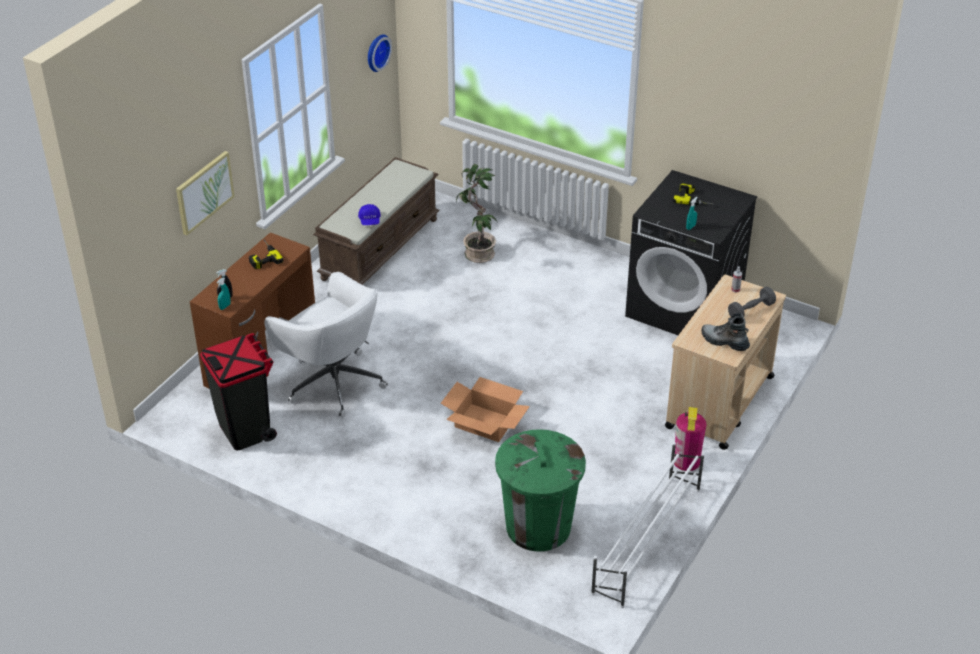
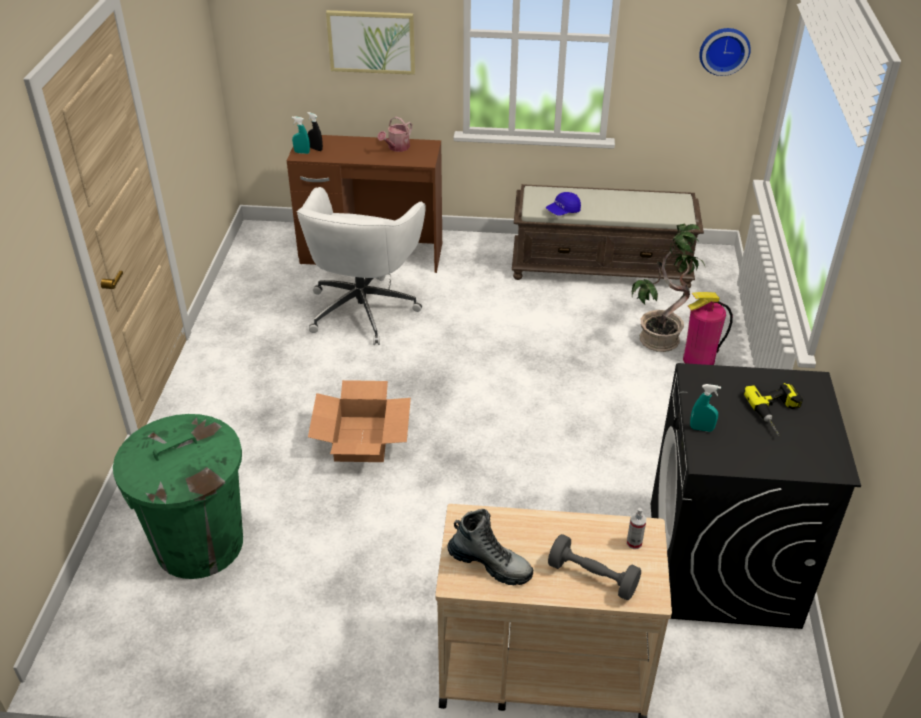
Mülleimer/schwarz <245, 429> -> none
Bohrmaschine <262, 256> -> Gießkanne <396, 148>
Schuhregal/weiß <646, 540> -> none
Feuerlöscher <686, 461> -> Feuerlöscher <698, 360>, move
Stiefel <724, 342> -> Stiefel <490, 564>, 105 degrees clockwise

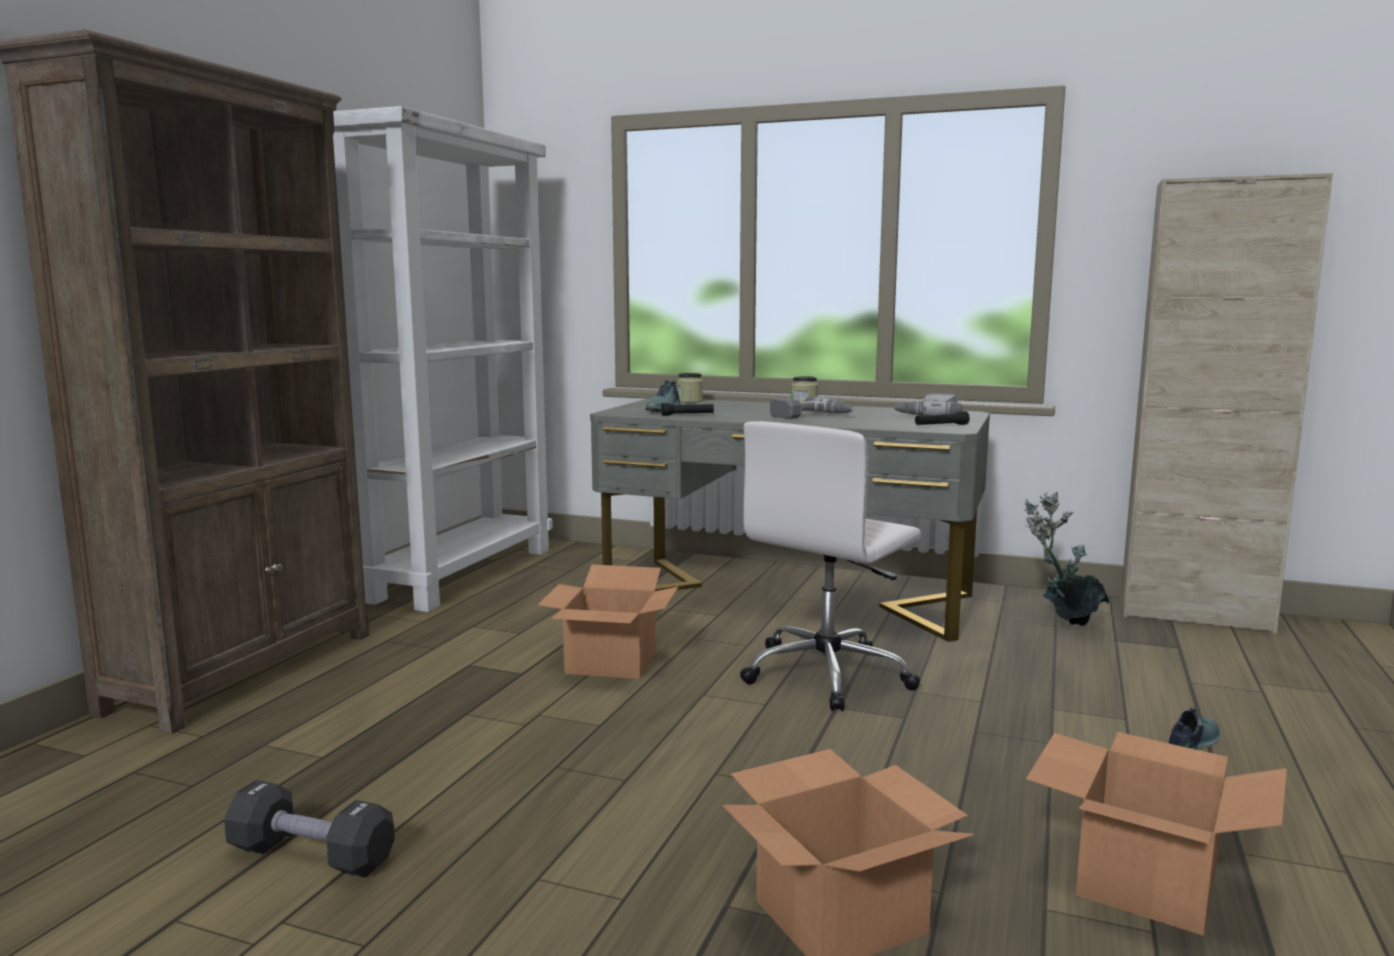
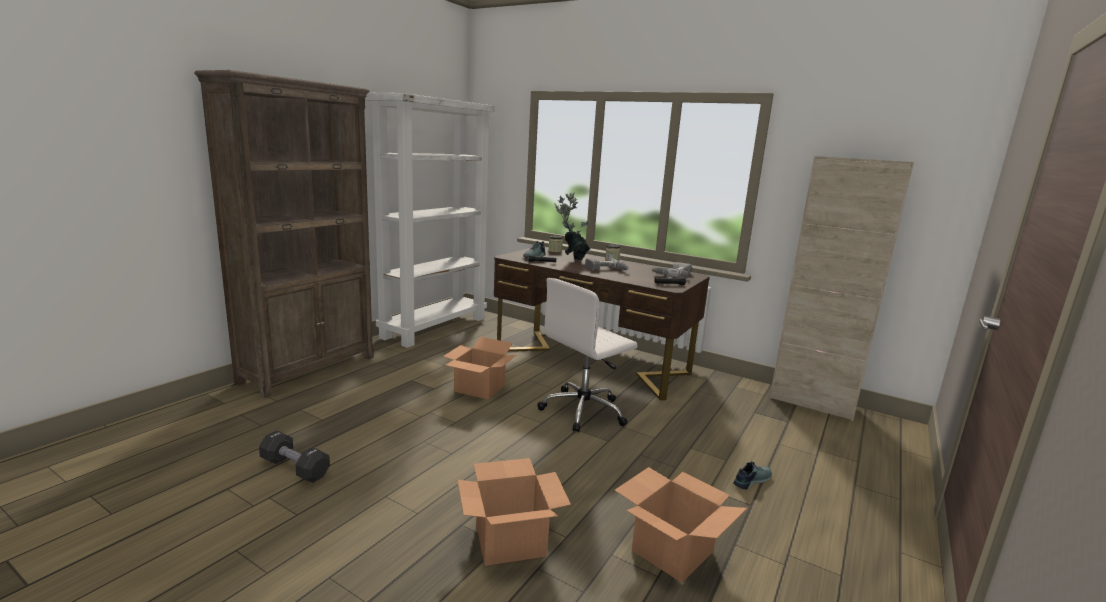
Schreibtisch/grau <787, 597> -> Schreibtisch/braun <590, 362>
Topfpflanze <1063, 625> -> Topfpflanze <572, 260>, move

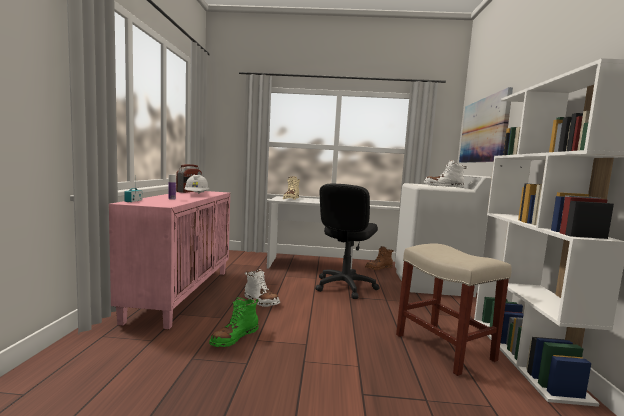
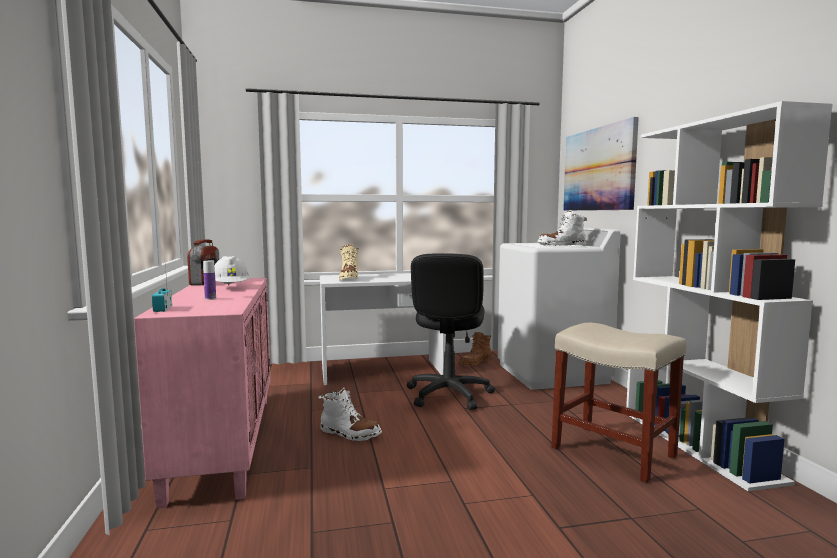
Stiefel/grün <234, 337> -> none

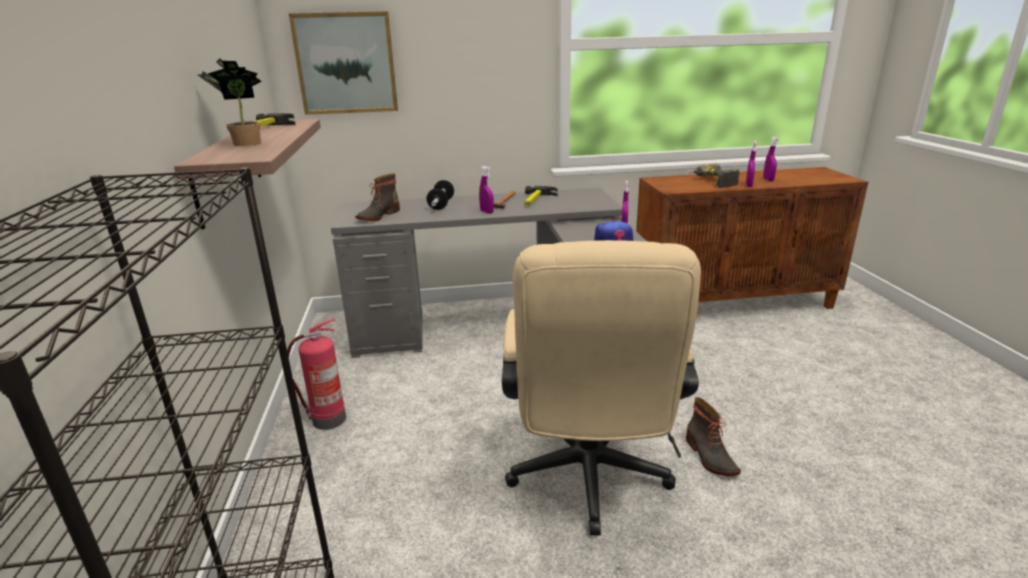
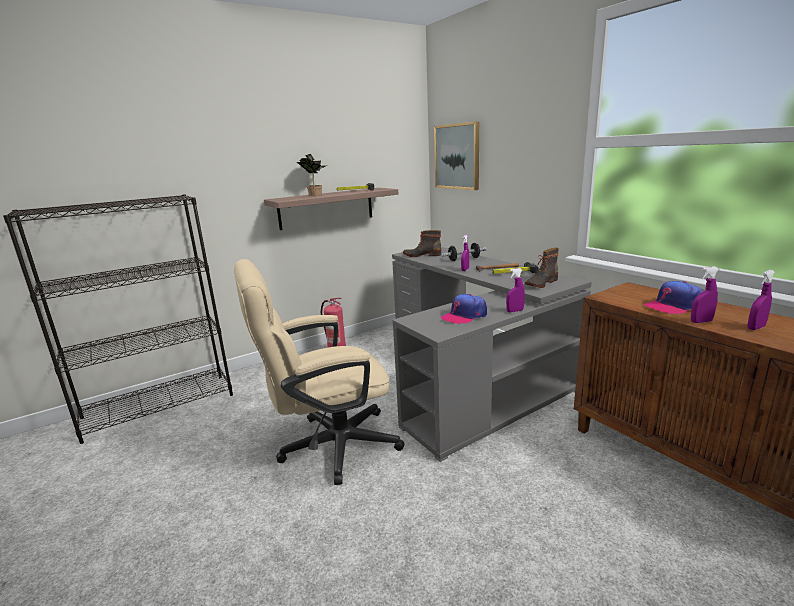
Stiefel <709, 457> -> Stiefel <540, 283>, move
Bohrmaschine <711, 182> -> Kappe <674, 306>

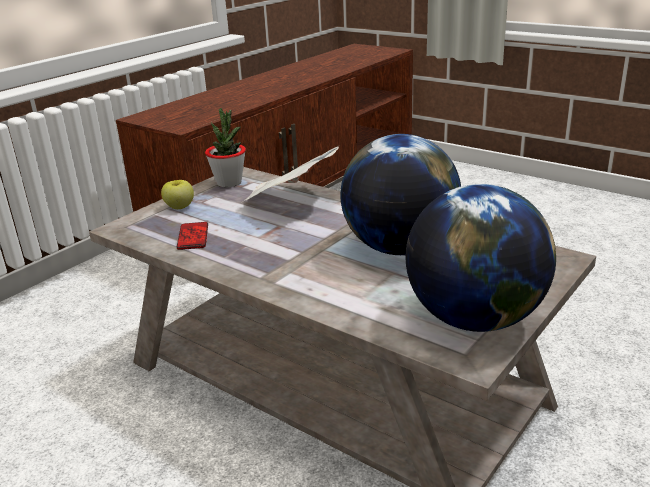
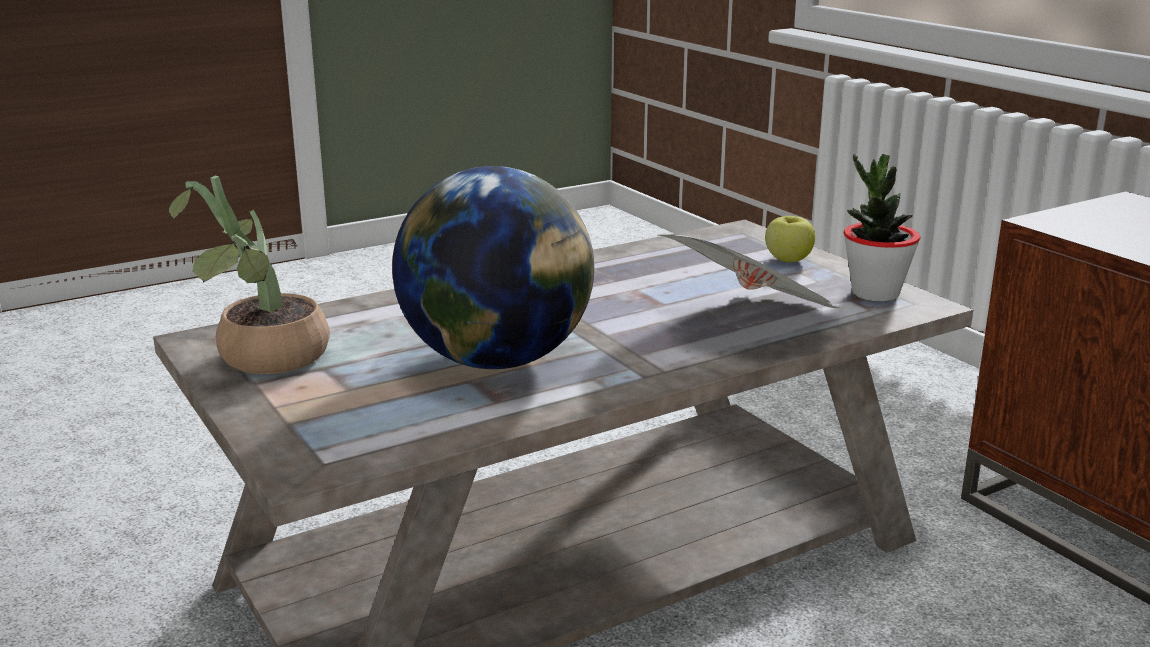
Handy <193, 237> -> none
Globus <475, 319> -> Topfpflanze <262, 360>

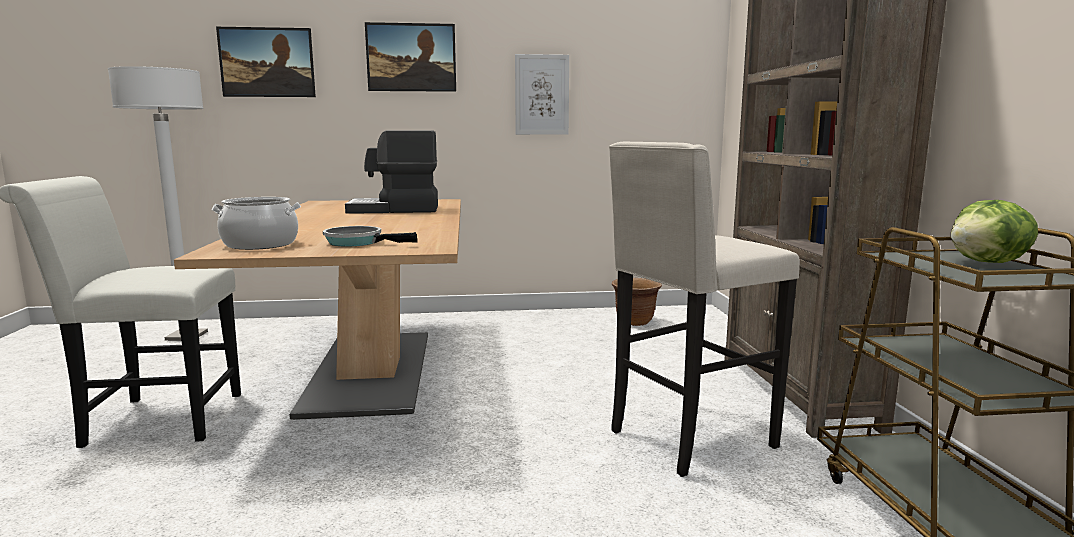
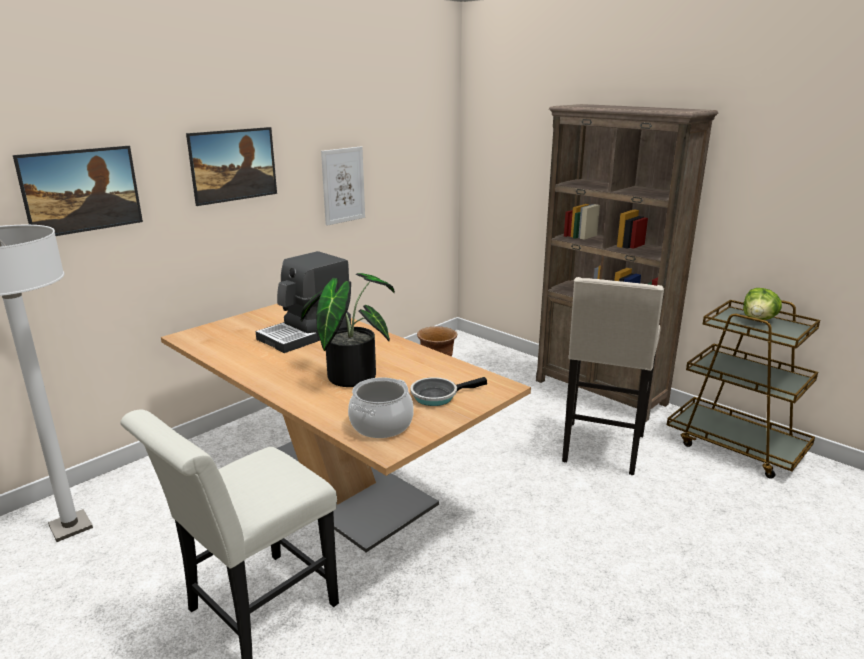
none -> Topfpflanze <350, 374>

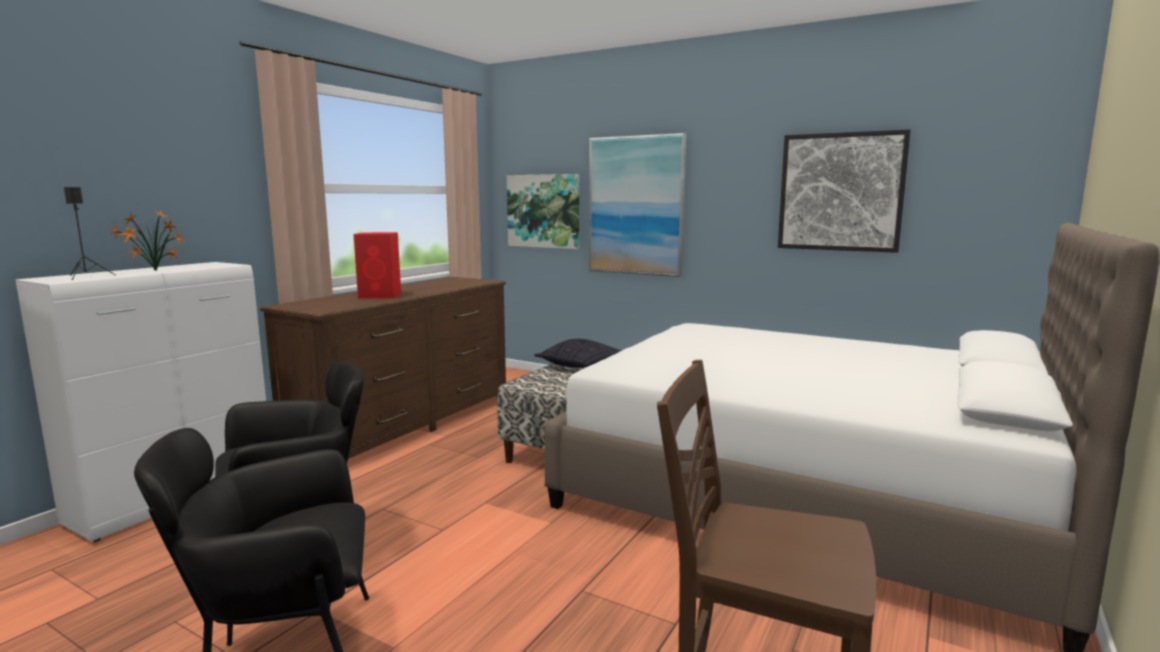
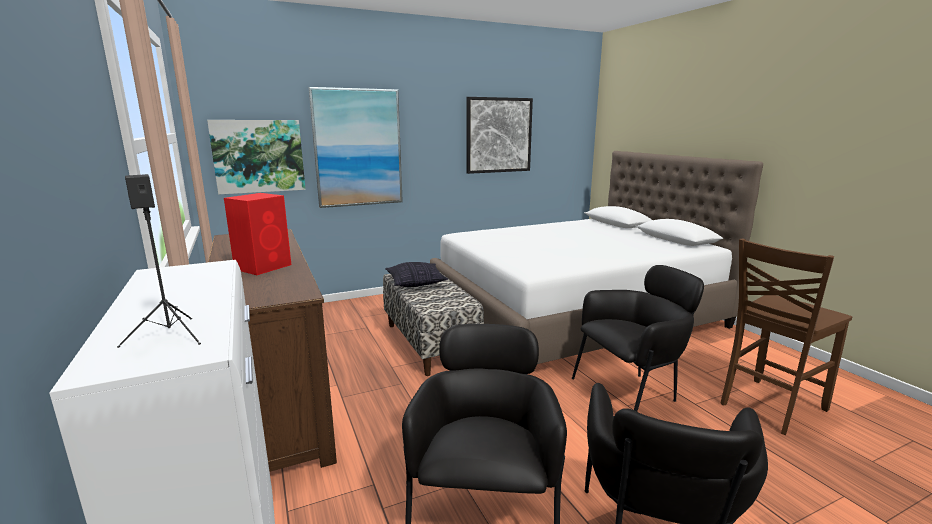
Topfpflanze <154, 271> -> none
none -> Sessel/schwarz <631, 394>

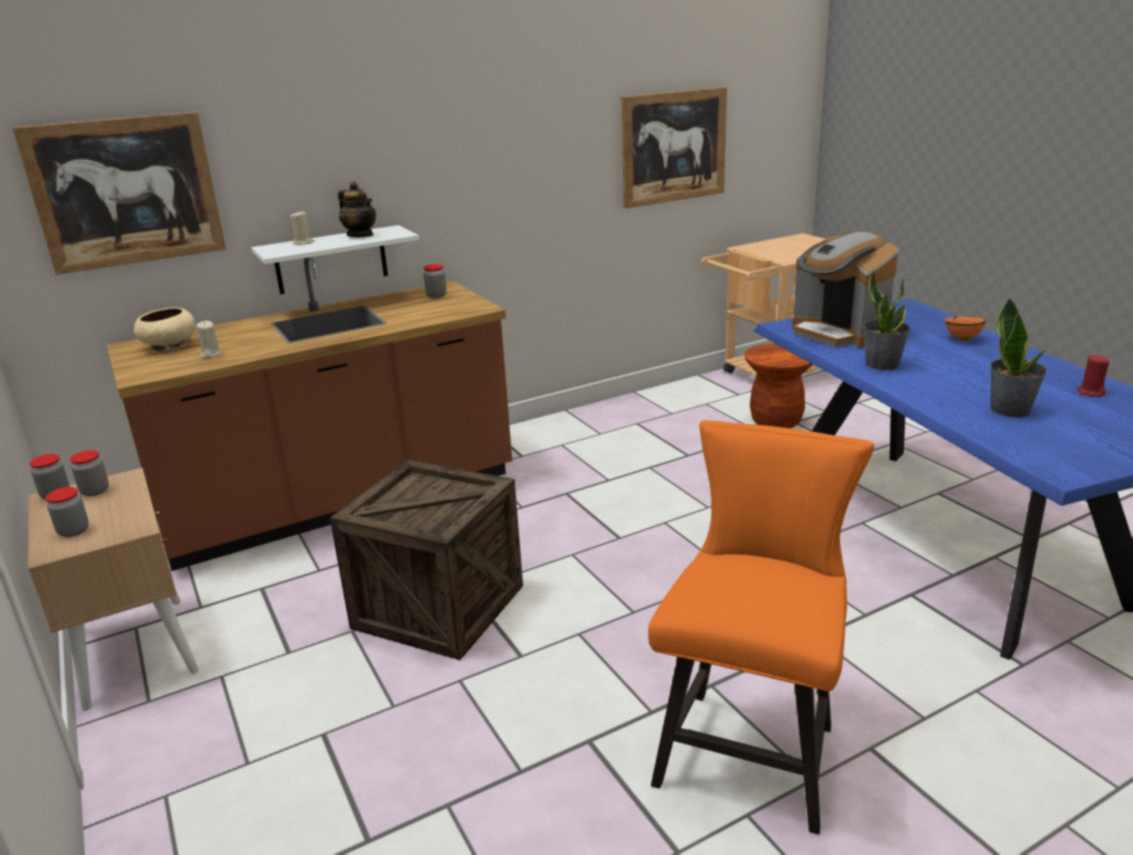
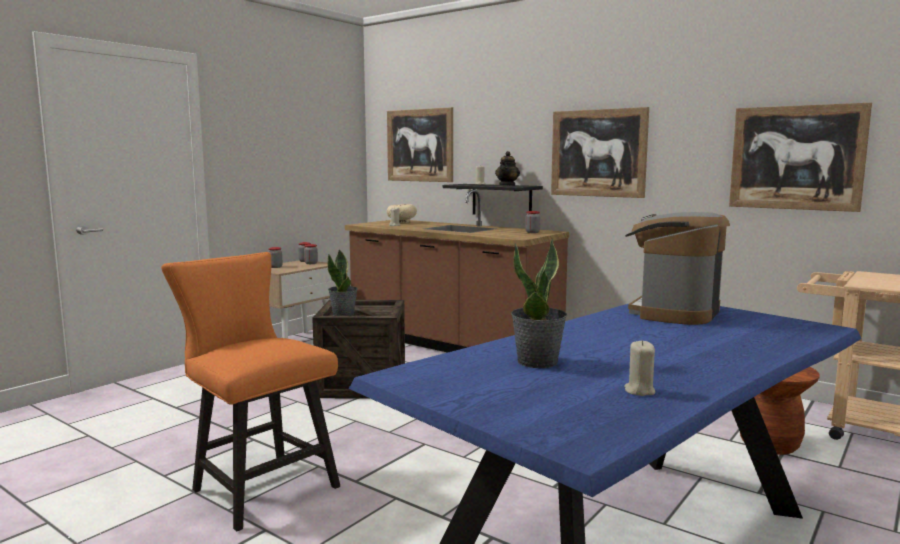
Wandregal/weiß <331, 260> -> Wandregal/schwarz <501, 200>
Stuhl/orange <751, 746> -> Stuhl/orange <258, 486>, 135 degrees counterclockwise
Topfpflanze <882, 364> -> Topfpflanze <343, 314>, move
Schüssel/orange <962, 339> -> none
Kerze/rot <1090, 392> -> Kerze/beige <639, 391>
none -> Bild <598, 153>

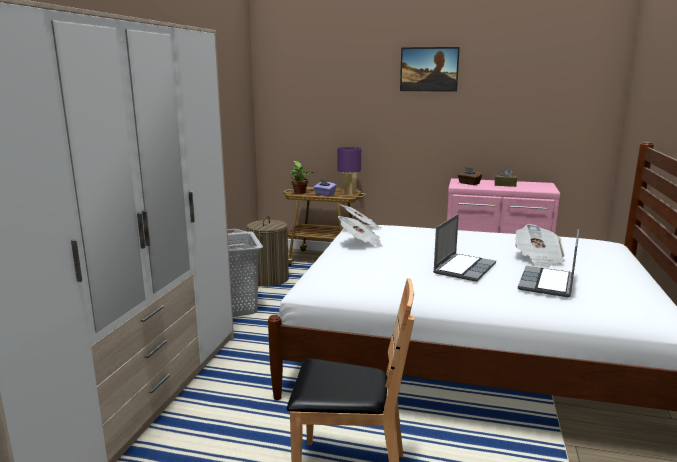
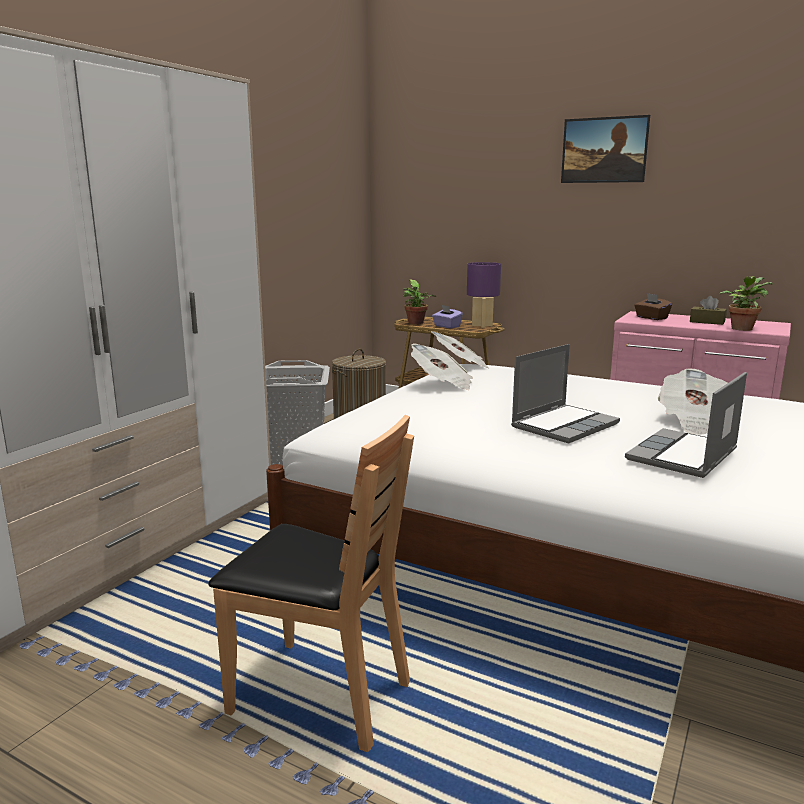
none -> Topfpflanze <742, 328>

